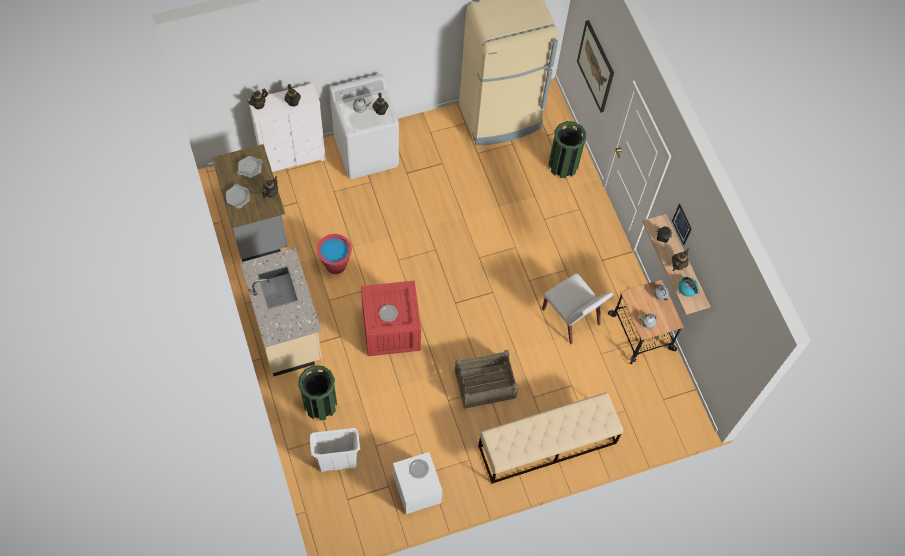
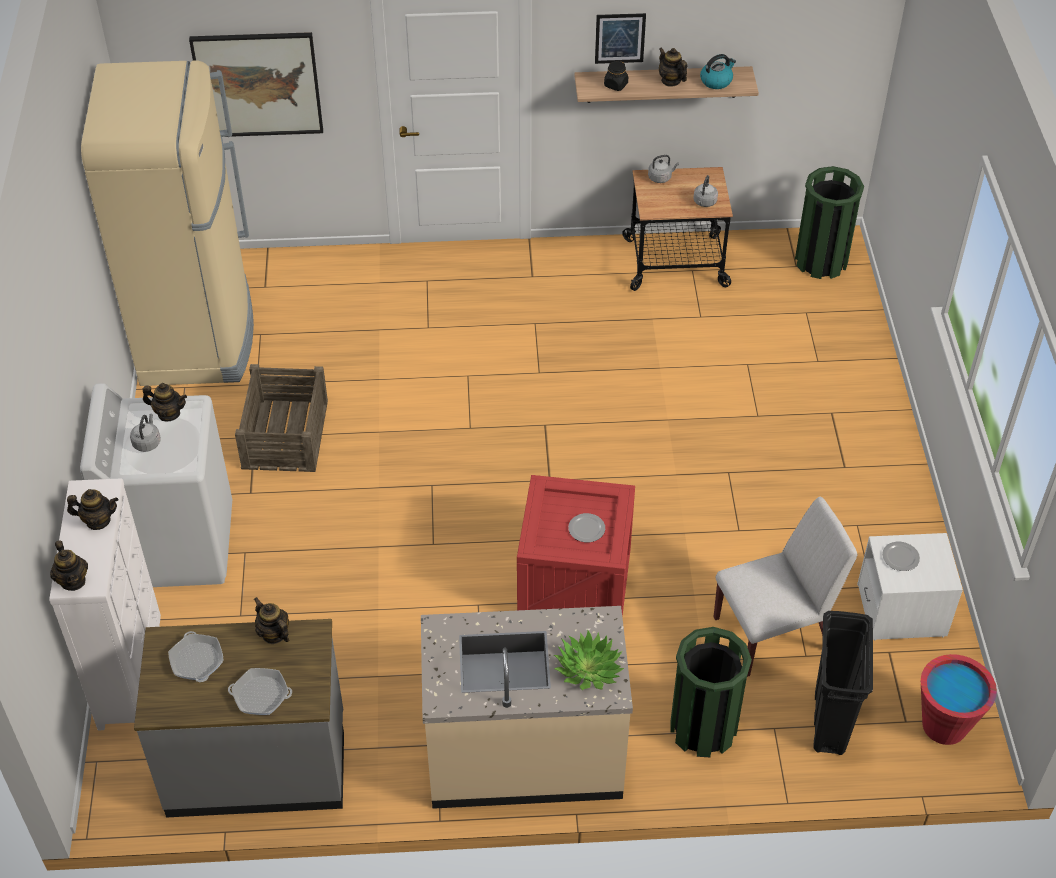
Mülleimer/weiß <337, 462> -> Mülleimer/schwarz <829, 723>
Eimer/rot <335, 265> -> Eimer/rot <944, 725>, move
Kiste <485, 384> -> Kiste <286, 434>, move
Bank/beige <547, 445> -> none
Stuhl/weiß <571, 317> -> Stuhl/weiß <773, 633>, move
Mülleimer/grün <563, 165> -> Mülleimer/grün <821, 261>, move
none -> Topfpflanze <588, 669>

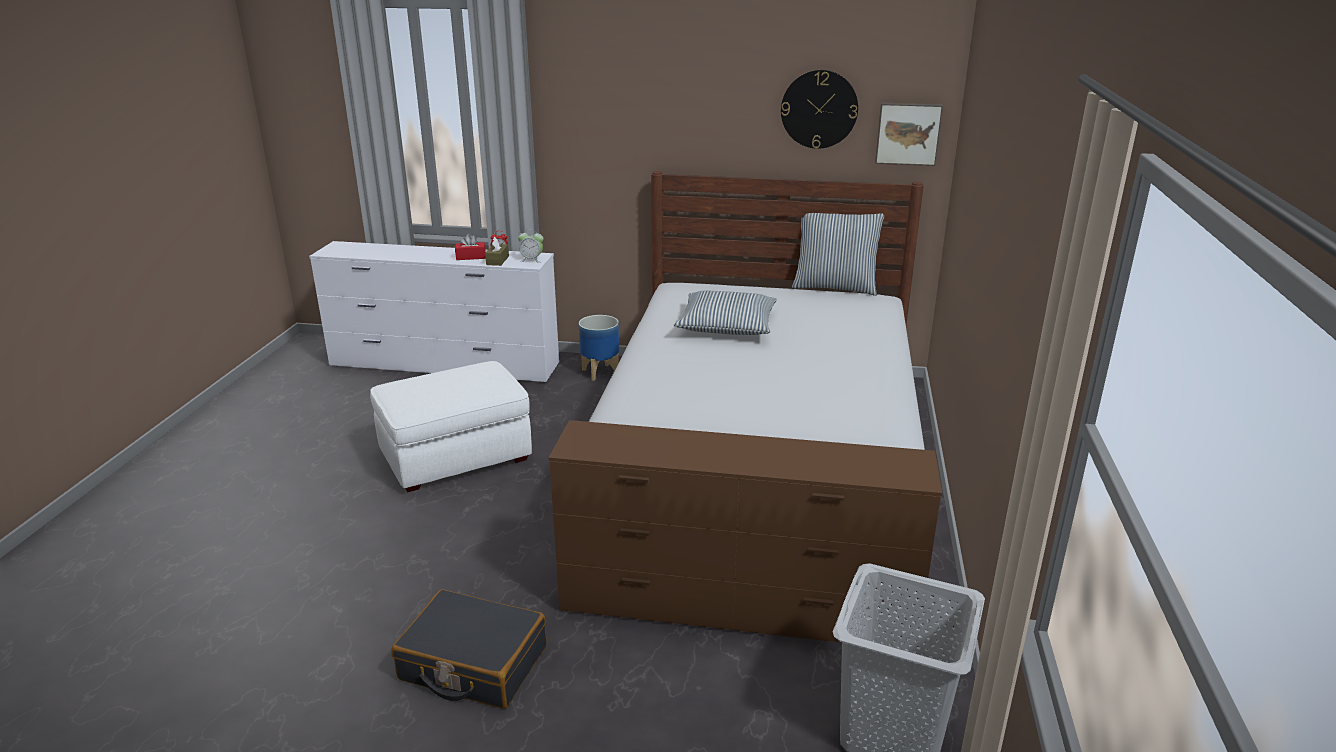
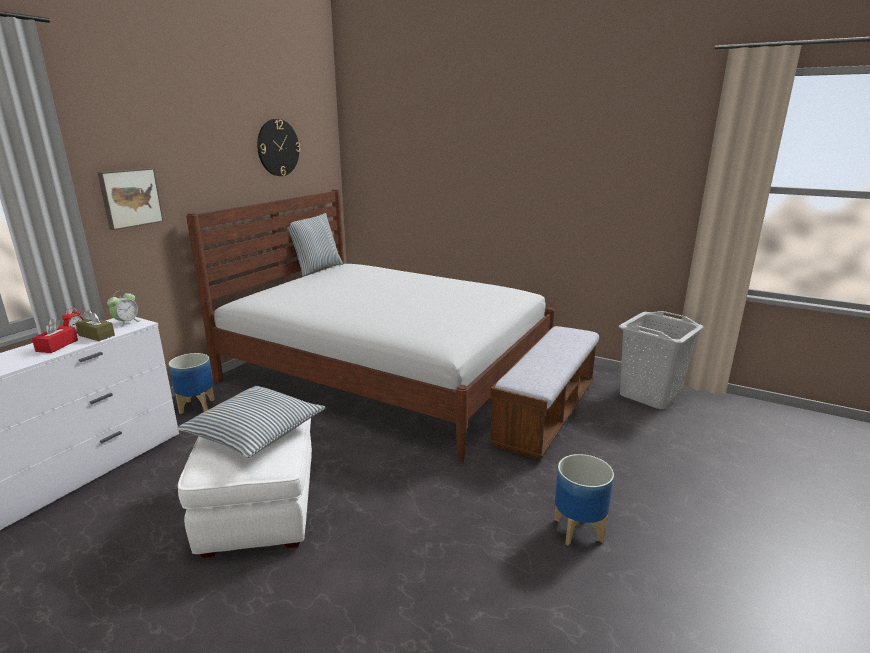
Koffer/schwarz <473, 664> -> Pflanzkübel <577, 529>
Kommode/braun <737, 609> -> Bank <546, 413>
Kissen <726, 325> -> Kissen <255, 431>, move
Bild <908, 133> -> Bild <130, 198>, move

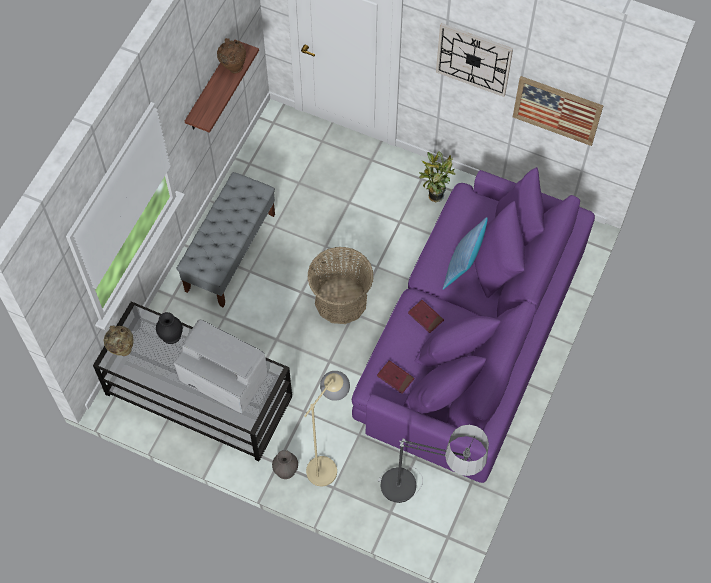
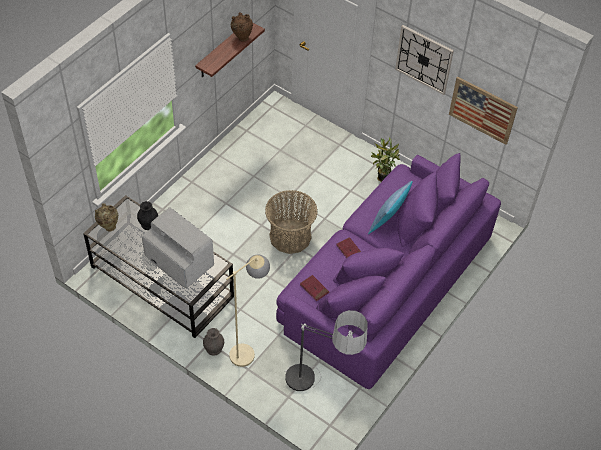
Bank/grau <230, 252> -> none

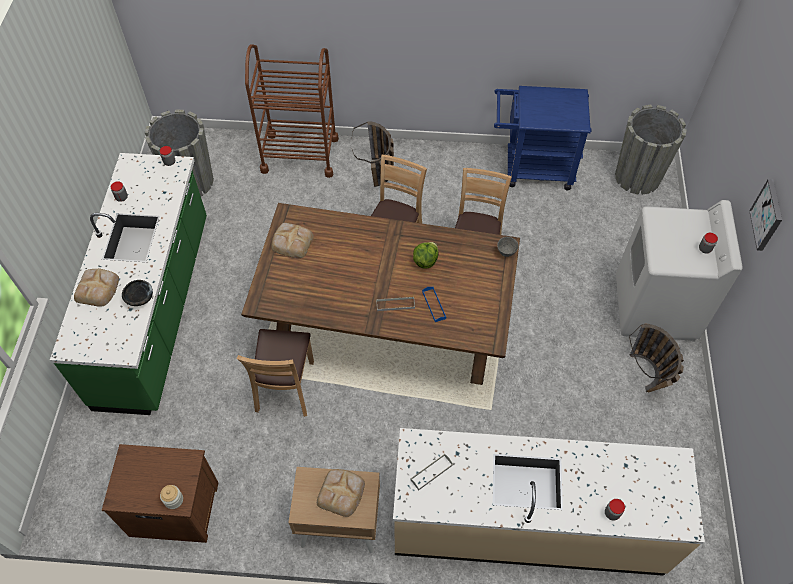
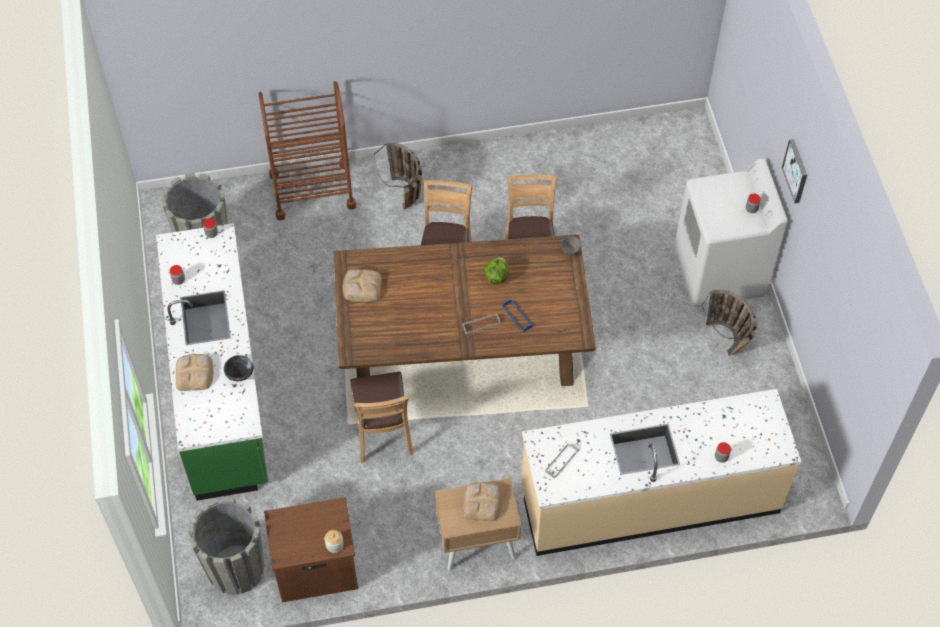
Rollwagen/blau <531, 168> -> none
Pflanzkübel/grau <637, 177> -> Pflanzkübel/grau <236, 568>, move

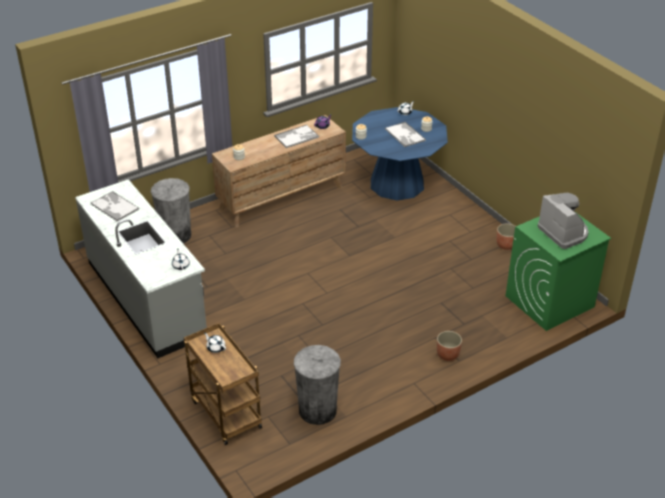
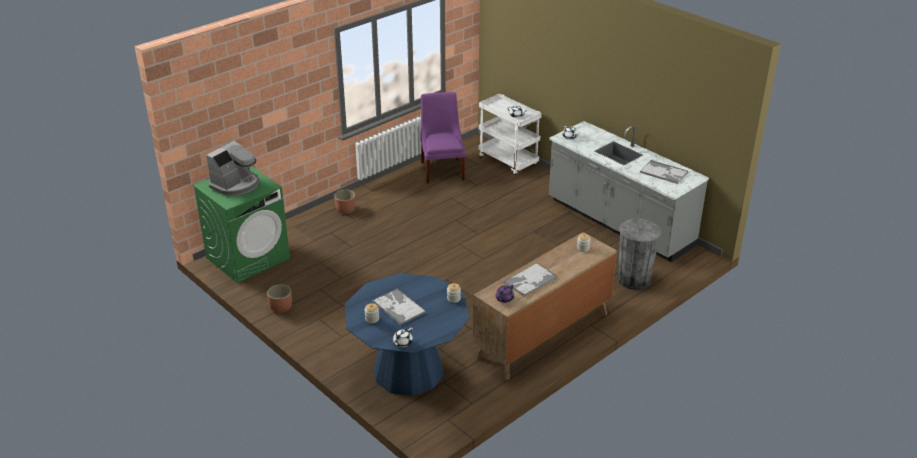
Rollwagen/braun <224, 413> -> Rollwagen/weiß <509, 162>
Mülleimer/grau <317, 410> -> Stuhl/lila <442, 169>
Kaffeemaschine <564, 232> -> Kaffeemaschine <236, 185>, 105 degrees counterclockwise

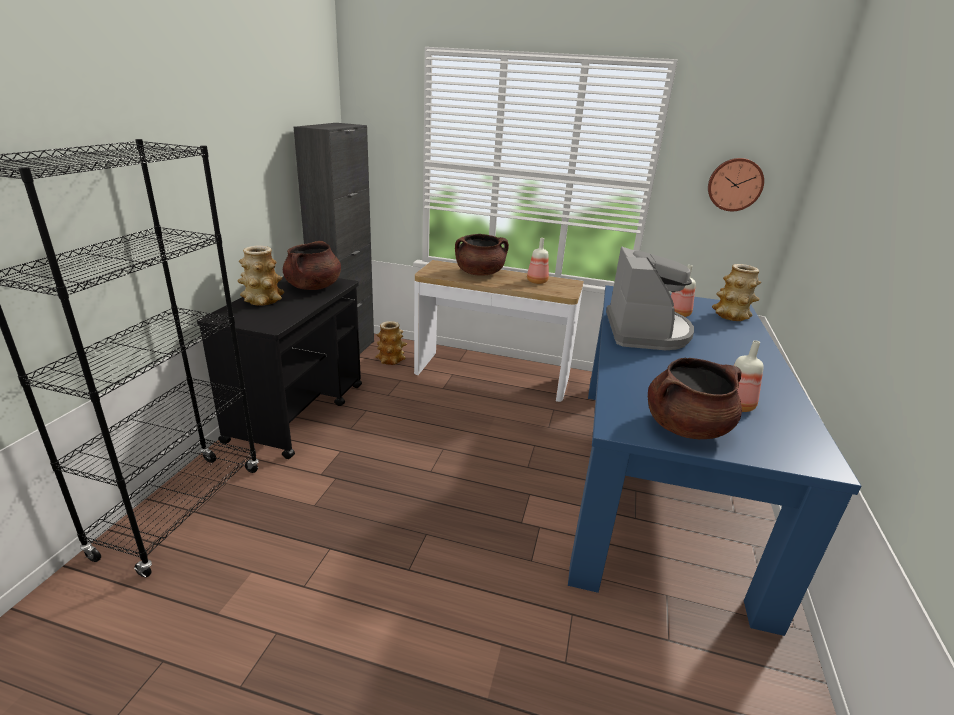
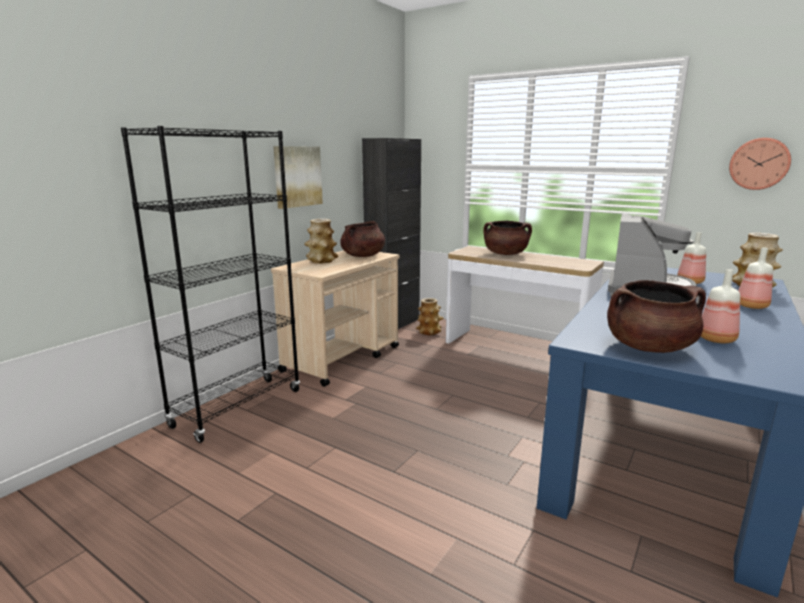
Rollwagen/schwarz <298, 411> -> Rollwagen/beige <343, 358>
Flasche <536, 282> -> Flasche <751, 306>, move
none -> Bild <297, 176>

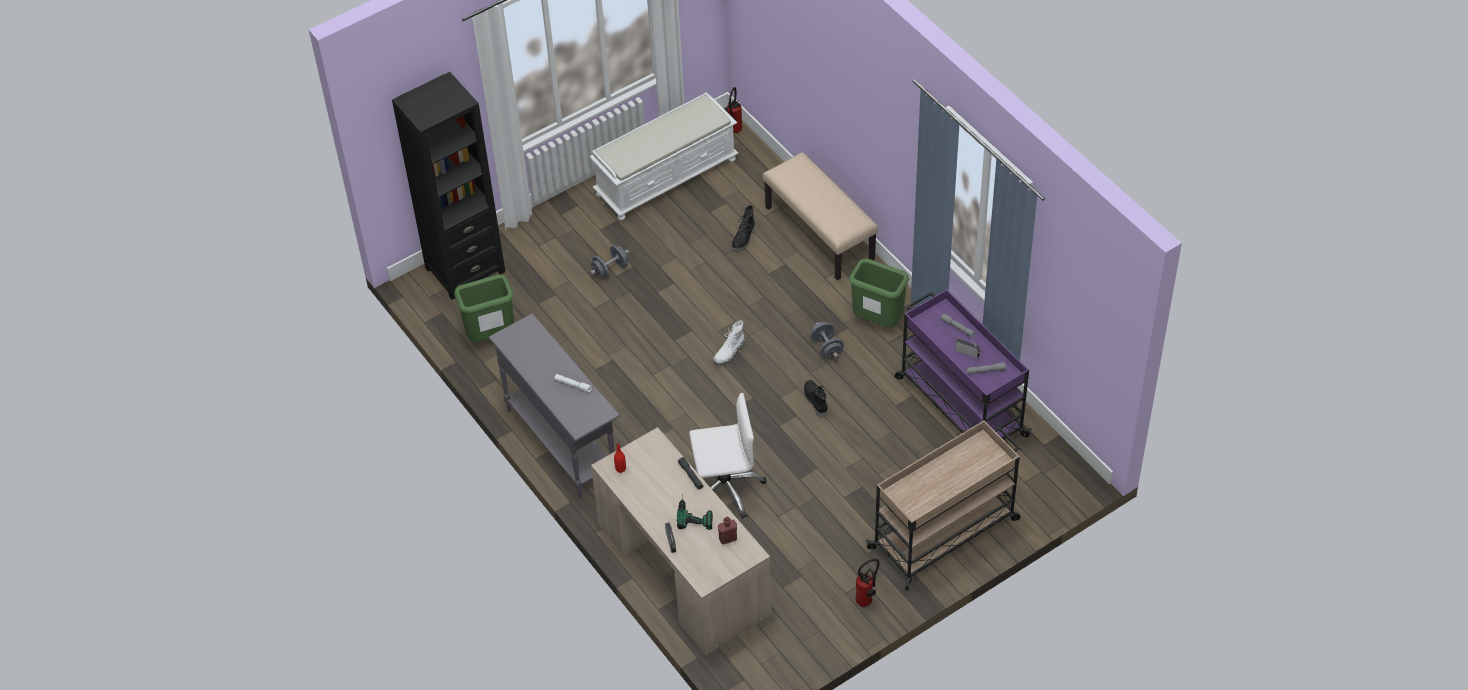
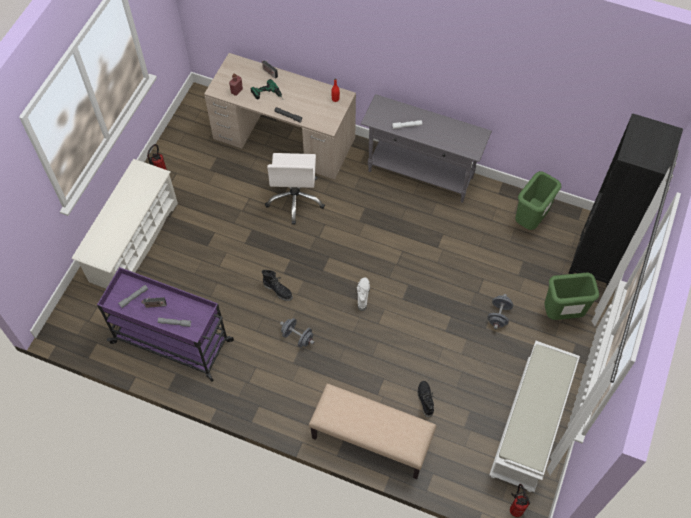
Bürostuhl/weiß <725, 488> -> Bürostuhl/weiß <295, 199>, 45 degrees counterclockwise
Mülleimer/grün <878, 321> -> Mülleimer/grün <562, 314>, move
Rollwagen/beige <945, 533> -> Schuhregal/weiß <133, 242>

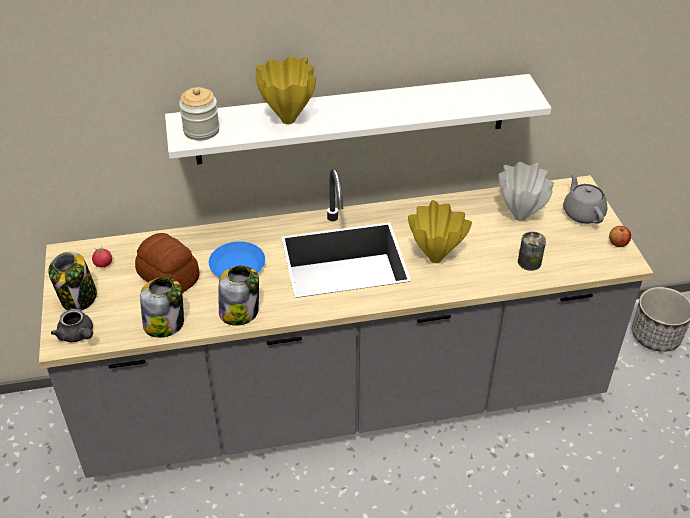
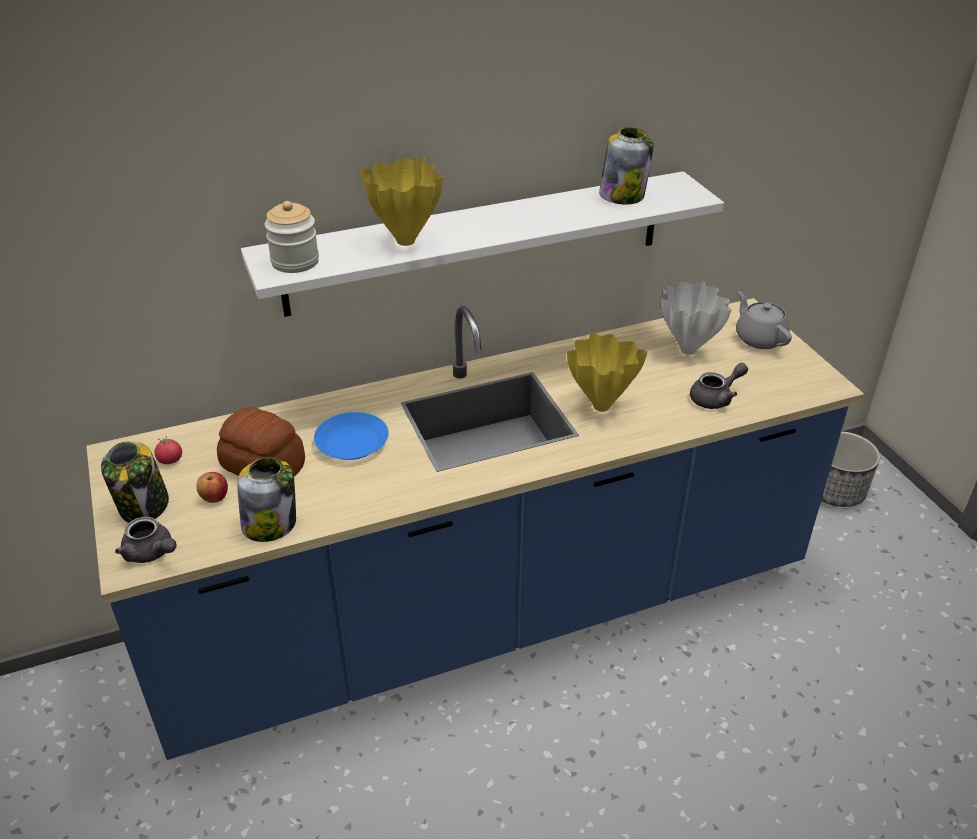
Küchenzeile/grau <345, 400> -> Küchenzeile/blau <488, 613>
Vorratsglas <240, 312> -> Vorratsglas <622, 196>, move
Dose <529, 262> -> Teekanne/grau <716, 398>
Apfel <618, 244> -> Apfel <215, 498>, move

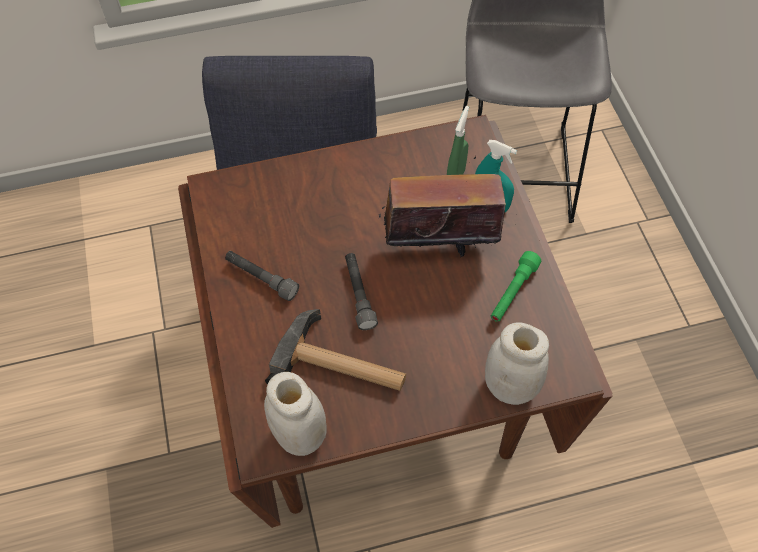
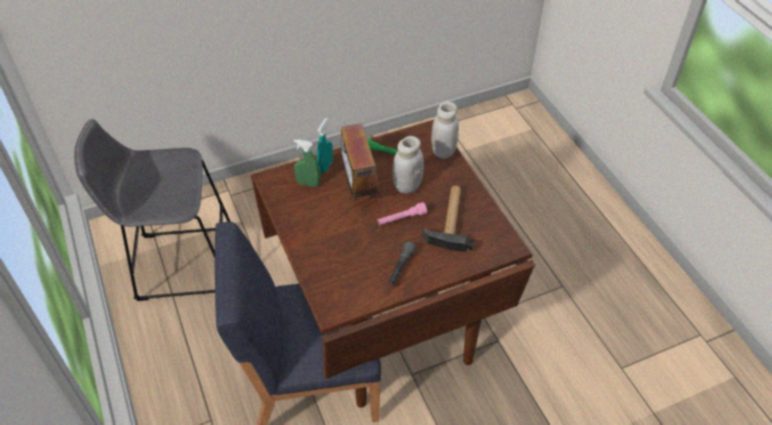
Vorratsglas/weiß <300, 435> -> Vorratsglas/weiß <407, 186>, move
Taschenlampe/grau <359, 294> -> Taschenlampe/rosa <401, 219>

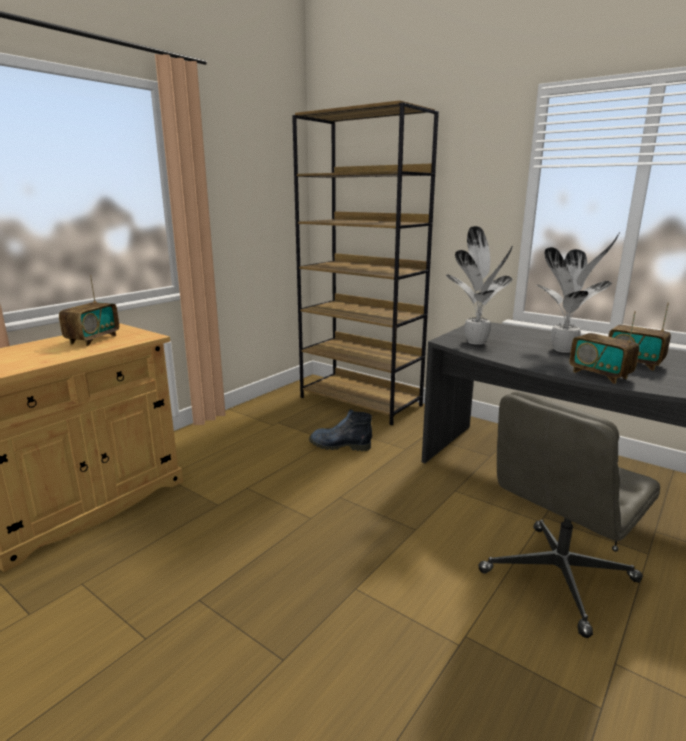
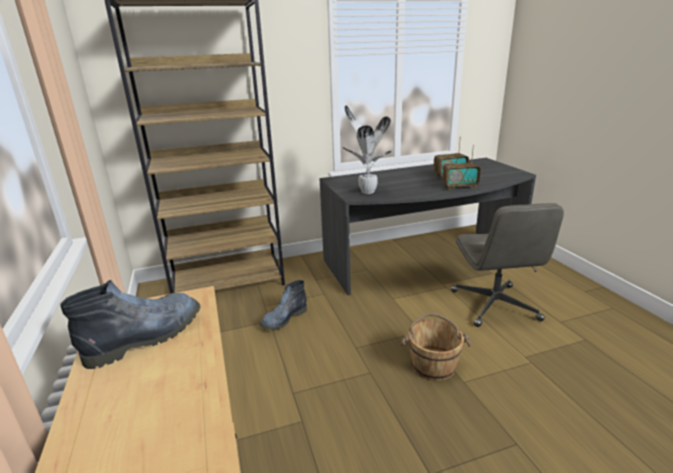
Radio <93, 339> -> Stiefel <147, 336>
Topfpflanze <565, 350> -> none
none -> Eimer/braun <433, 365>

